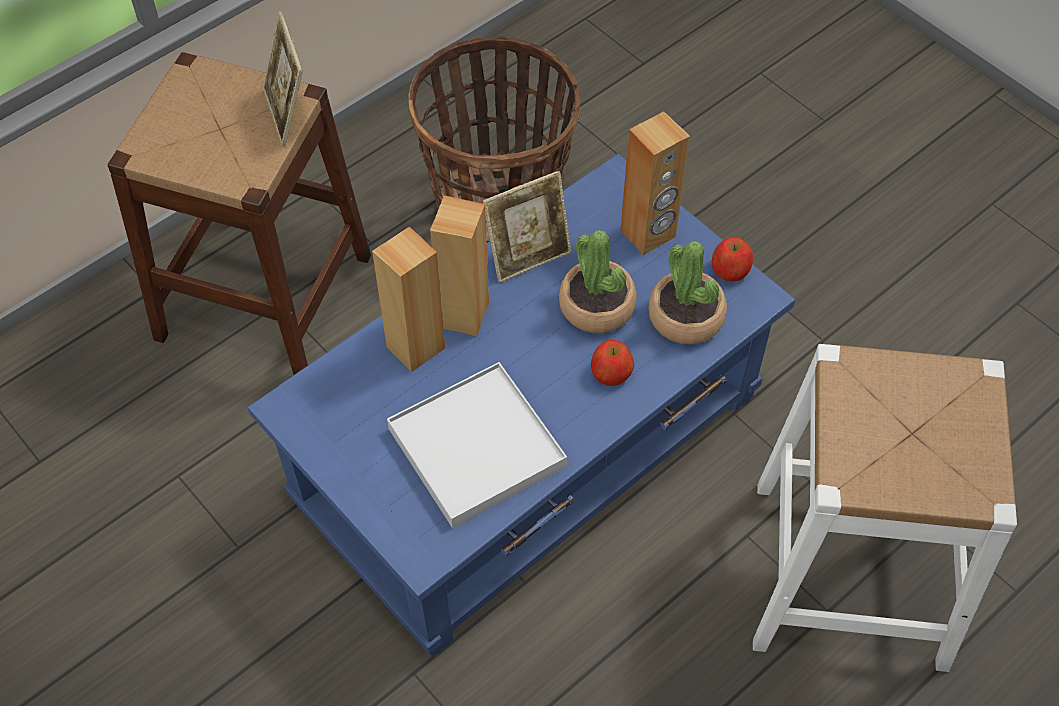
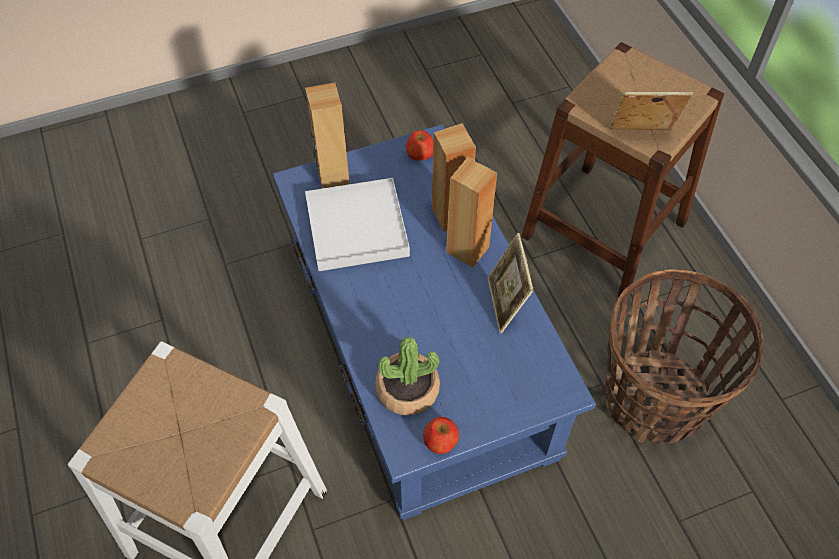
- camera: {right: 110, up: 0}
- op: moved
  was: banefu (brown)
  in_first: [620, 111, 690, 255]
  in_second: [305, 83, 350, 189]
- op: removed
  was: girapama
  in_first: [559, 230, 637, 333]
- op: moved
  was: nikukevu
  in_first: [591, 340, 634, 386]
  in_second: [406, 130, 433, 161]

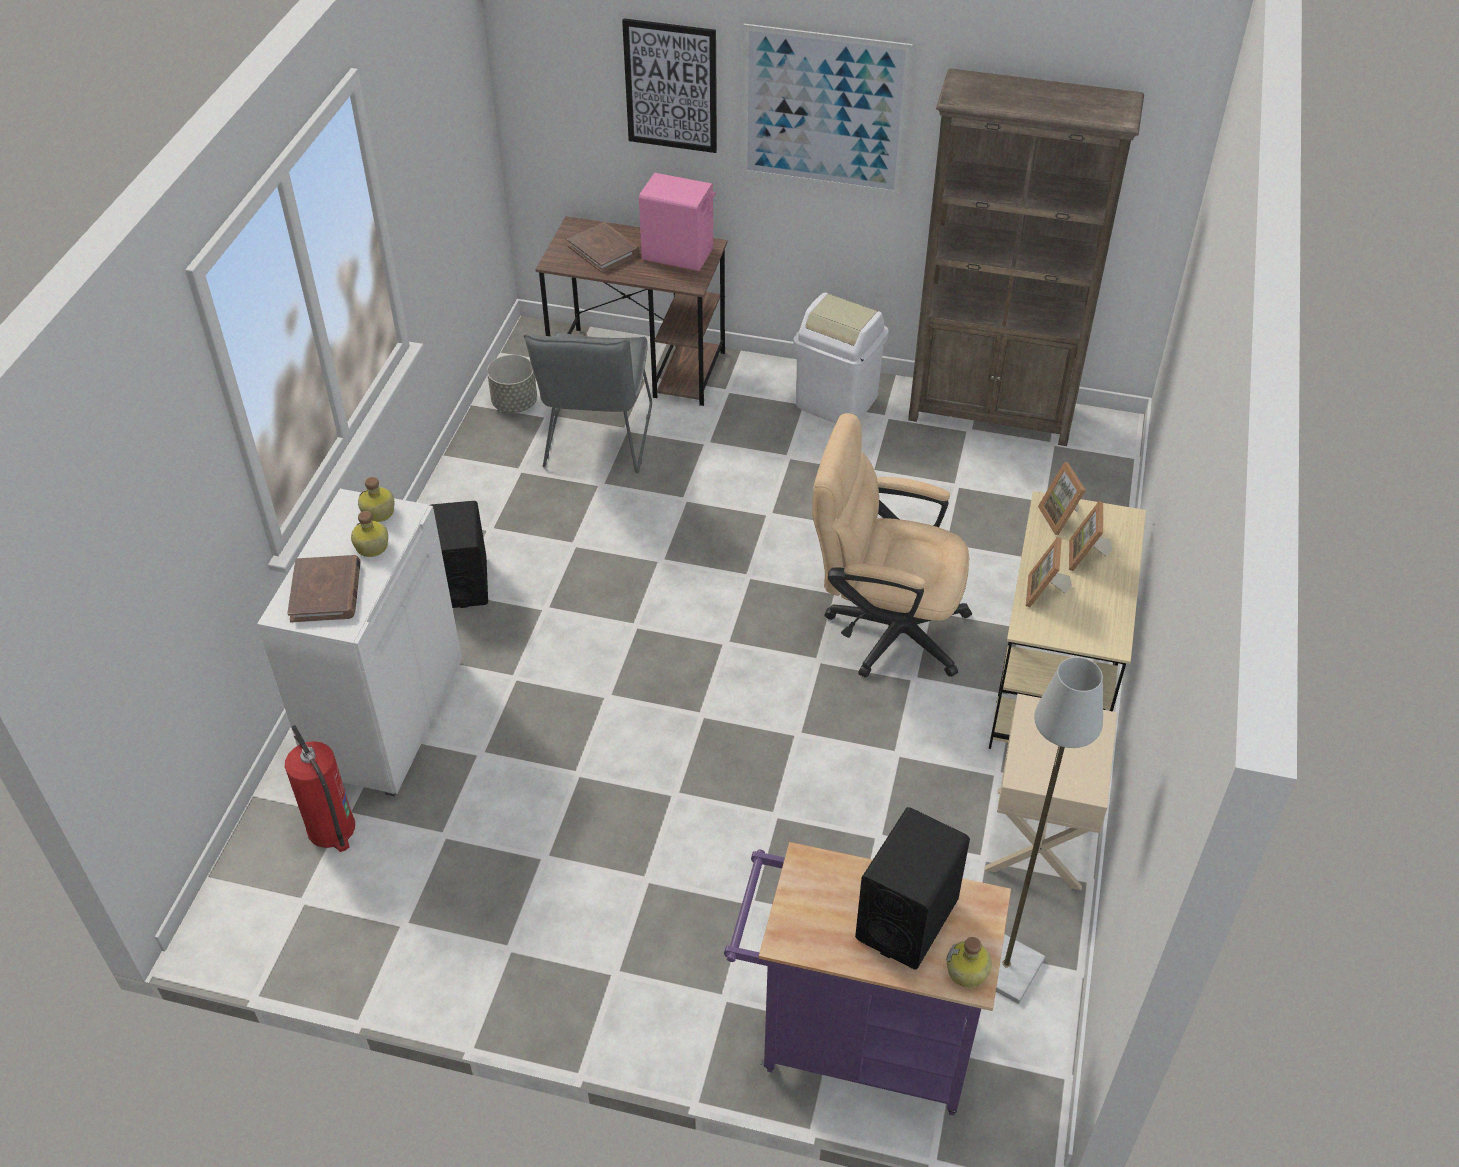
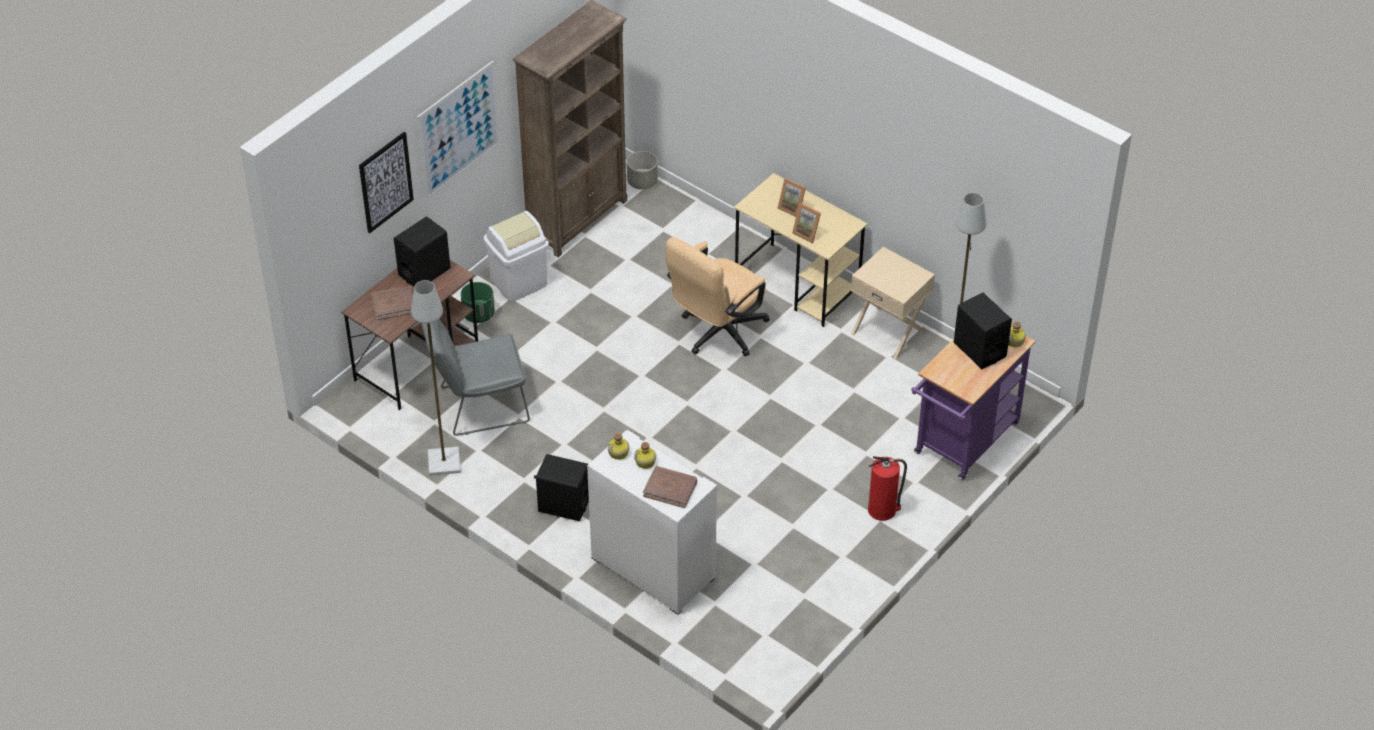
- camera: {right: -65, up: 0}
- op: recoloured
  was: banefu (pink)
  now: banefu (black)
  in_first: [639, 173, 716, 271]
  in_second: [394, 216, 451, 287]
- op: turned
  was: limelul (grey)
  in_first: [524, 332, 652, 473]
  in_second: [421, 319, 530, 436]
  clockwise: 135
- op: moved
  was: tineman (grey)
  in_first: [487, 355, 537, 413]
  in_second: [627, 151, 658, 190]
- op: removed
  was: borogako
  in_first: [1038, 462, 1086, 535]
- op: moved
  was: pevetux
  in_first: [285, 725, 355, 852]
  in_second: [868, 456, 907, 521]
- op: added
  now: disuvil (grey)
  in_second: [411, 280, 461, 476]
- op: added
  now: tineman (green)
  in_second: [461, 282, 495, 323]

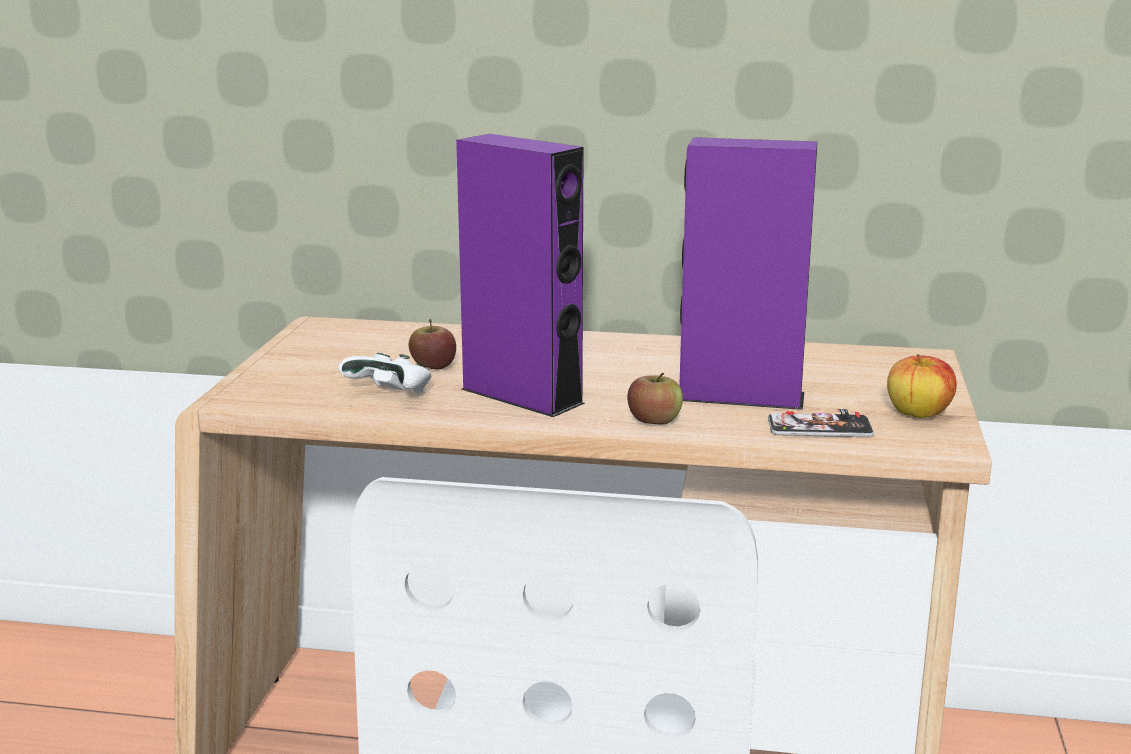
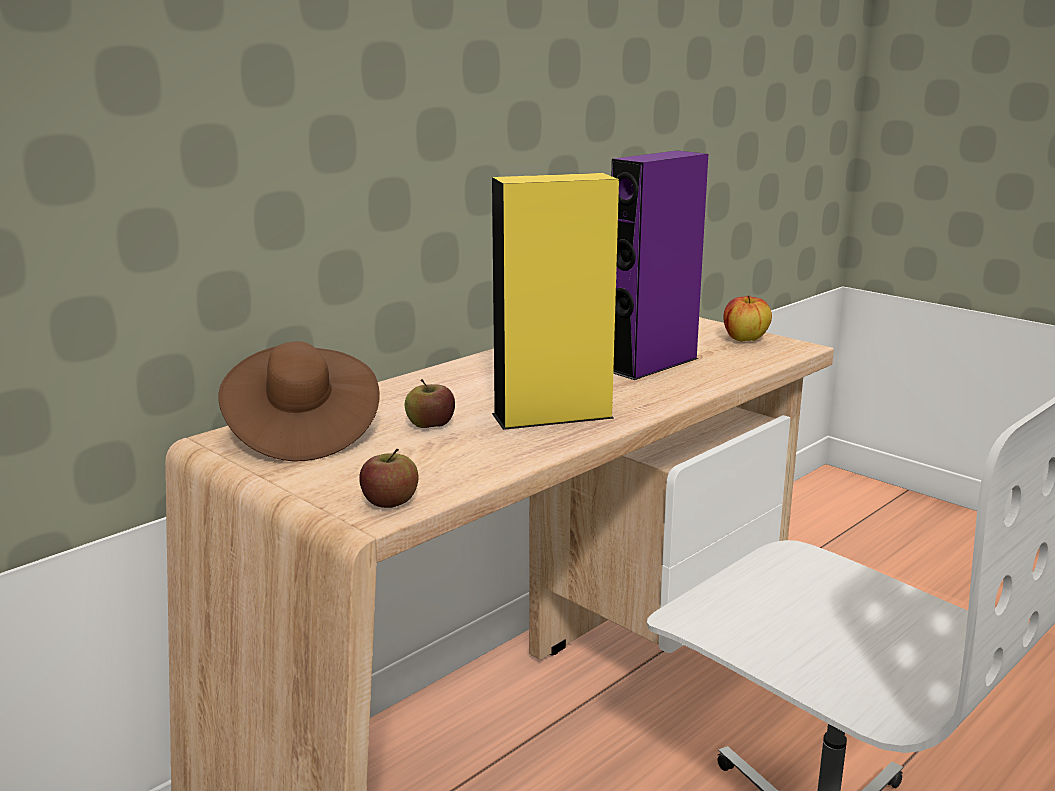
- camera: {right: -55, up: 0}
- op: recoloured
  was: banefu (purple)
  now: banefu (yellow)
  in_first: [456, 134, 585, 417]
  in_second: [492, 173, 619, 430]
- op: removed
  was: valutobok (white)
  in_first: [338, 353, 432, 393]
- op: moved
  was: nikukevu
  in_first: [627, 373, 683, 424]
  in_second: [359, 449, 419, 508]
- op: removed
  was: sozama
  in_first: [768, 407, 874, 437]
- op: added
  now: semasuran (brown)
  in_second: [218, 341, 380, 462]

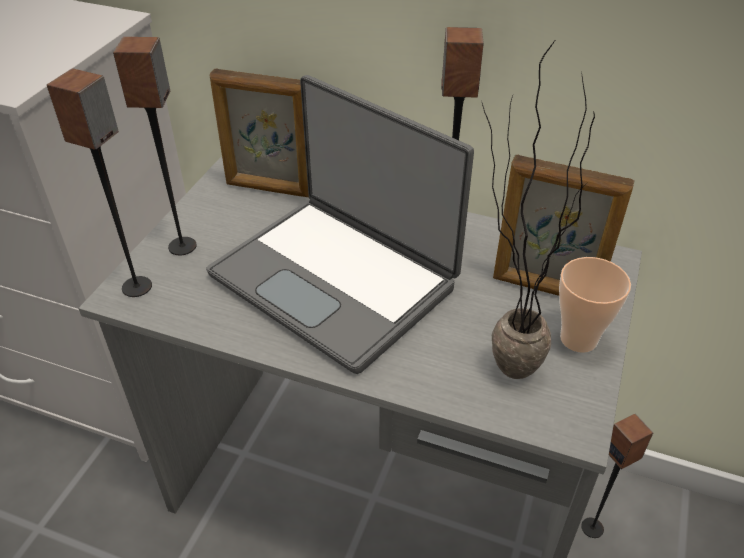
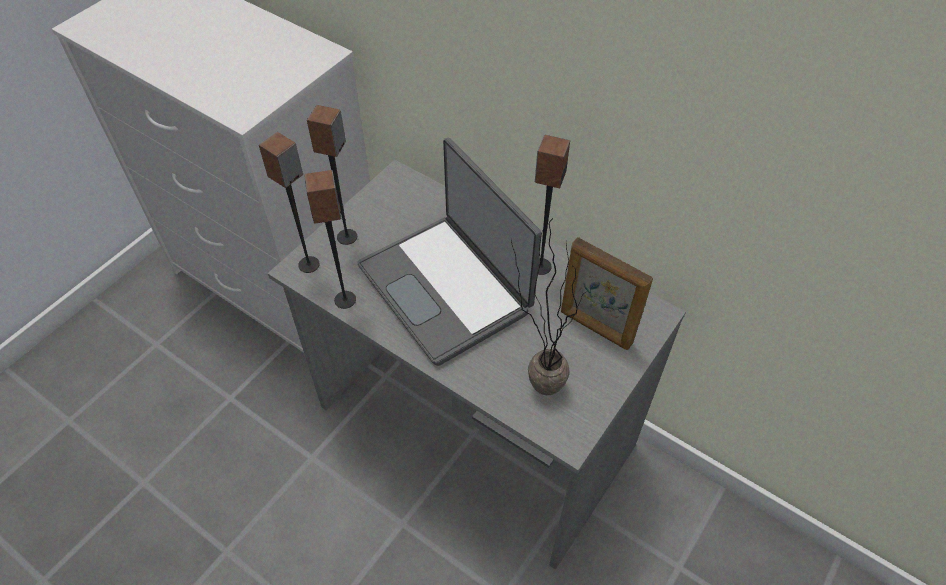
- camera: {right: 15, up: 10}
- op: removed
  was: borogako
  in_first: [209, 68, 309, 197]
- op: removed
  was: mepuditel
  in_first: [559, 257, 631, 353]
- op: moved
  was: banefu
  in_first: [581, 414, 654, 538]
  in_second: [304, 170, 356, 309]

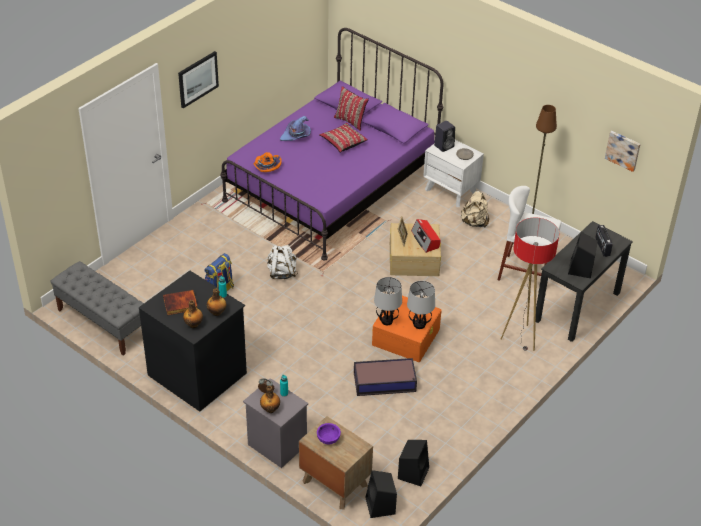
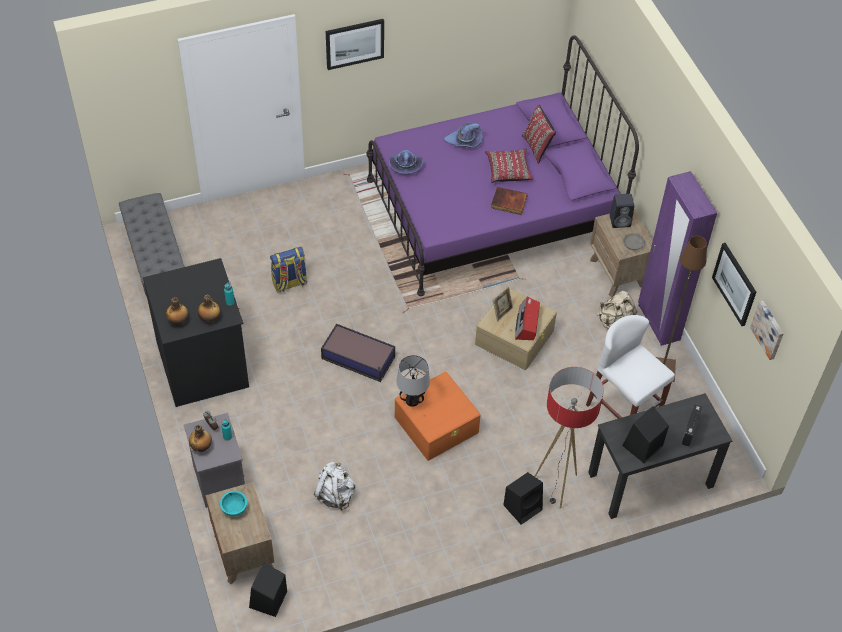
- camera: {right: 30, up: 10}
- op: recoloured
  was: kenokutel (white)
  now: kenokutel (brown)
  in_first: [423, 140, 484, 207]
  in_second: [590, 209, 653, 297]
- op: recoloured
  was: semasuran (orange)
  now: semasuran (purple)
  in_first: [253, 152, 281, 172]
  in_second: [389, 150, 423, 175]
- op: moved
  was: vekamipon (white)
  in_first: [267, 245, 298, 279]
  in_second: [314, 462, 355, 511]
- op: removed
  was: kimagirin
  in_first: [407, 281, 435, 329]
- op: moved
  was: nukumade
  in_first: [163, 290, 198, 315]
  in_second: [491, 187, 528, 215]
- op: moved
  was: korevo
  in_first: [354, 358, 417, 396]
  in_second: [321, 324, 395, 382]
- op: recoloured
  was: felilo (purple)
  now: felilo (turquoise)
  in_first: [317, 423, 341, 444]
  in_second: [220, 491, 247, 516]
- op: moved
  was: banefu (black)
  in_first: [398, 440, 429, 486]
  in_second: [504, 472, 543, 525]
- op: added
  now: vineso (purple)
  in_second: [638, 171, 717, 346]
- op: added
  now: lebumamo
  in_second: [712, 243, 756, 326]

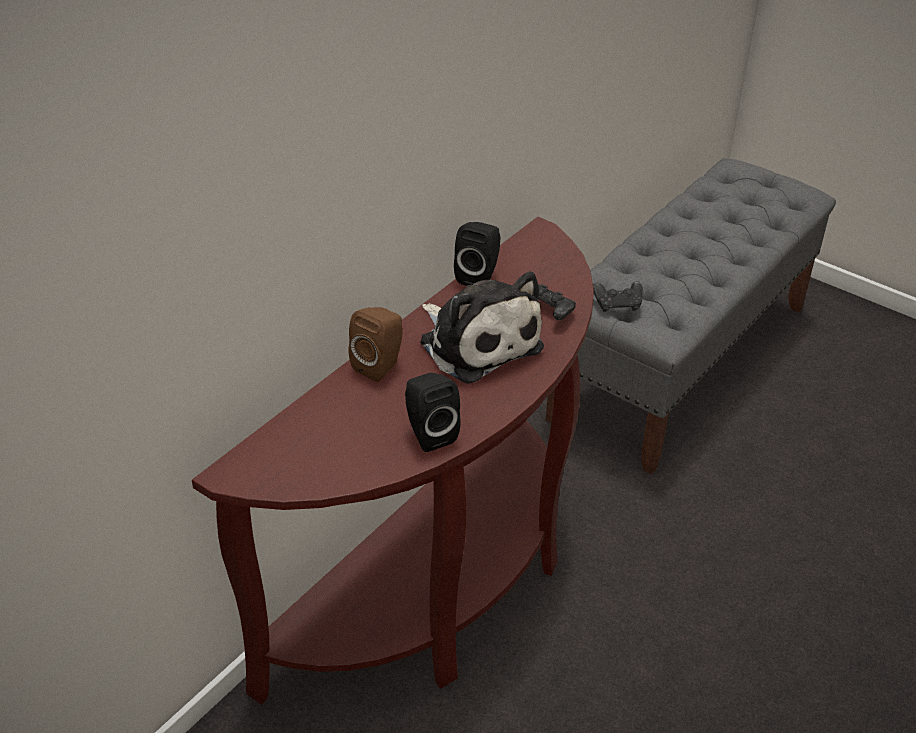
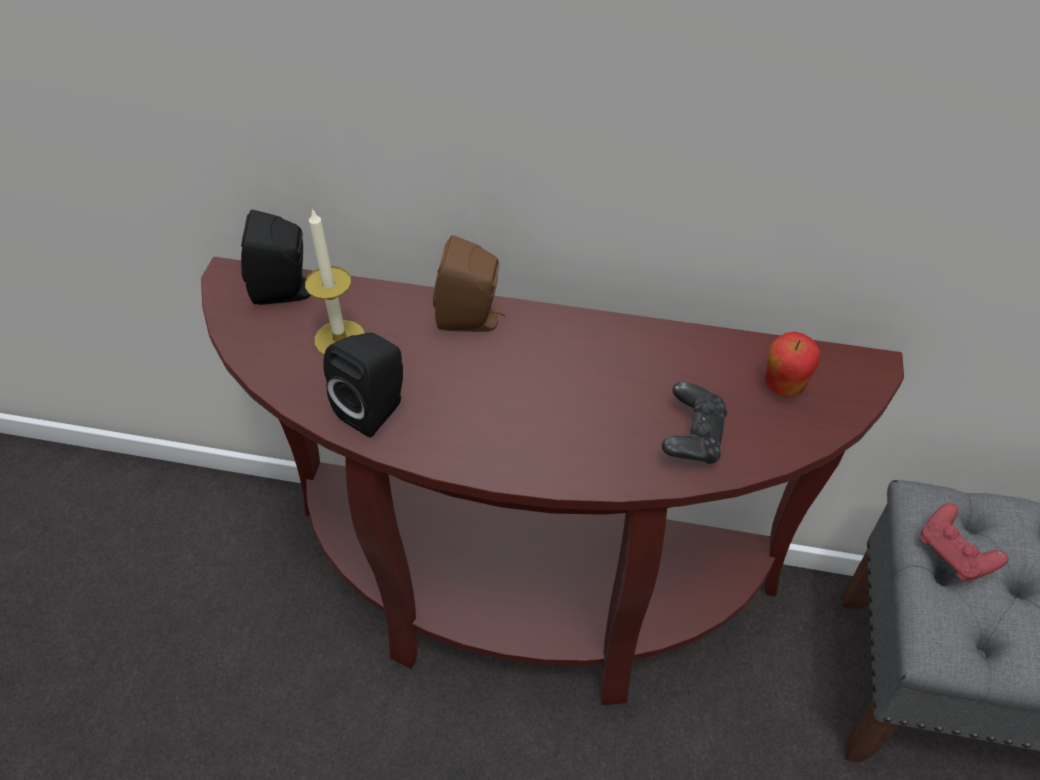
- camera: {right: 65, up: 10}
- op: moved
  was: banefu (black)
  in_first: [454, 222, 500, 286]
  in_second: [241, 210, 310, 305]
- op: removed
  was: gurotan
  in_first: [420, 271, 544, 384]
- op: recoloured
  was: valutobok (black)
  now: valutobok (red)
  in_first: [593, 281, 643, 312]
  in_second: [920, 503, 1008, 581]
- op: added
  now: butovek
  in_second: [305, 208, 365, 355]
- op: added
  now: nikukevu
  in_second: [765, 332, 820, 397]

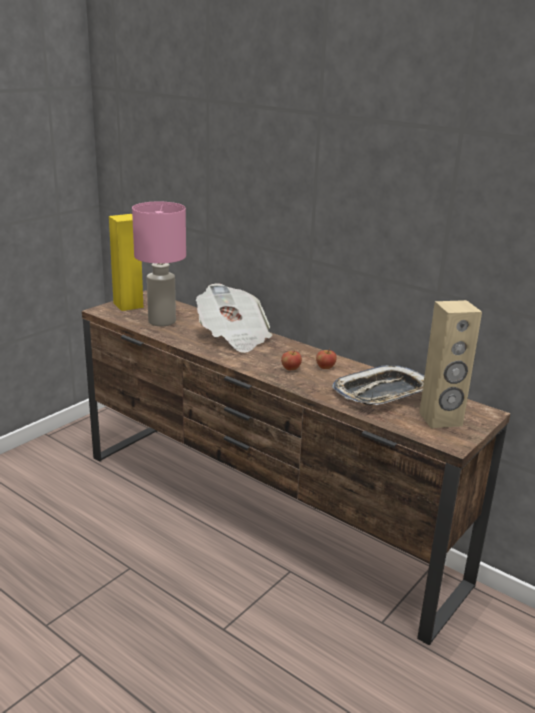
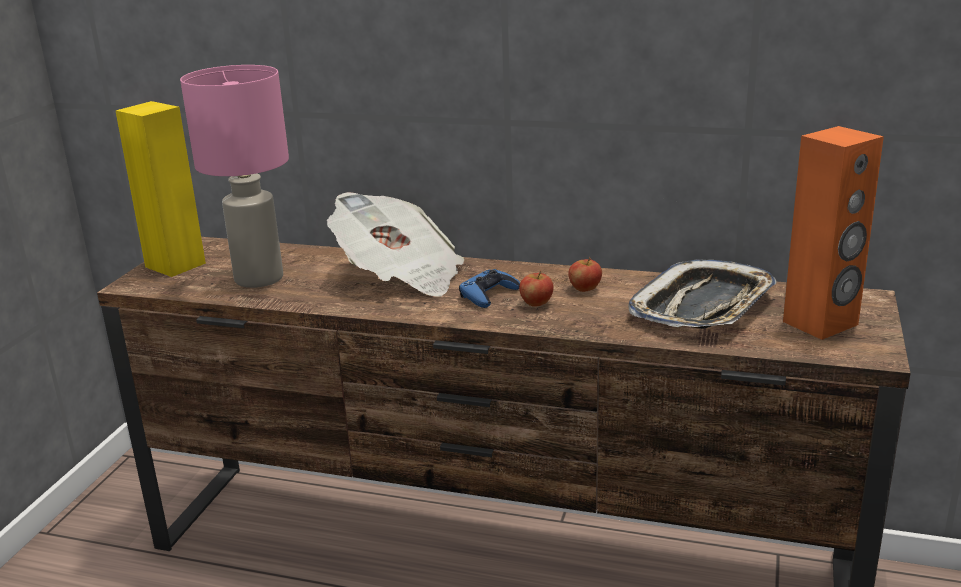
- camera: {right: -20, up: 0}
- op: recoloured
  was: banefu (beige)
  now: banefu (orange)
  in_first: [419, 300, 482, 428]
  in_second: [783, 126, 884, 340]
- op: added
  now: valutobok (blue)
  in_second: [459, 269, 520, 308]

